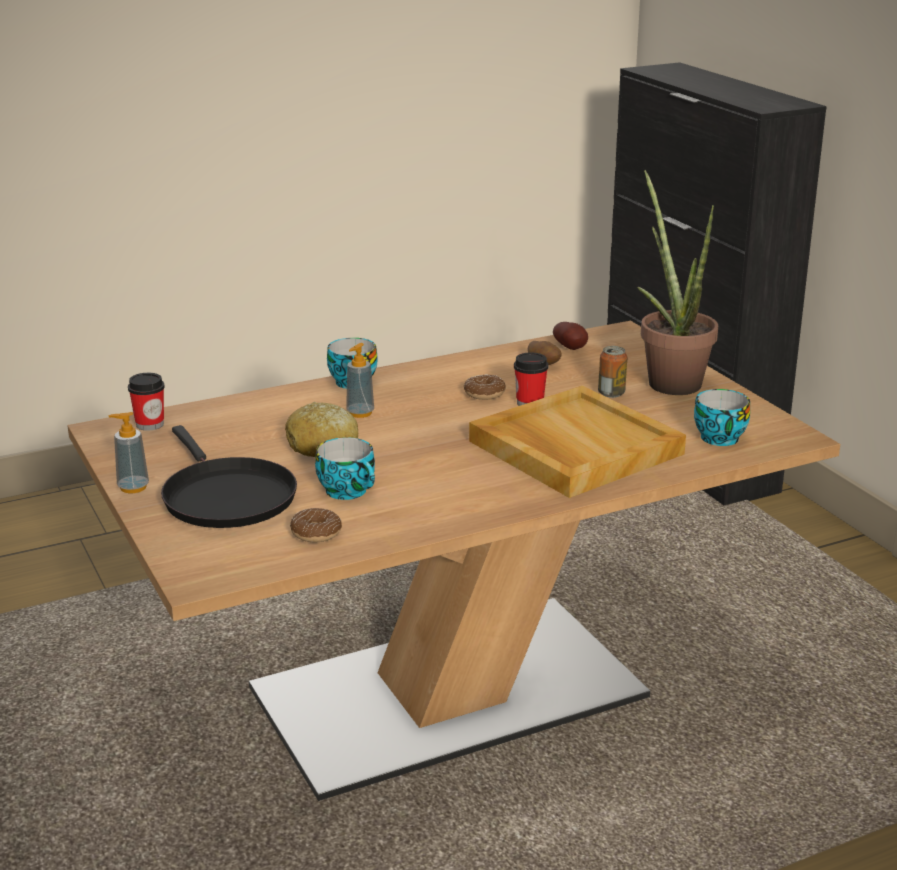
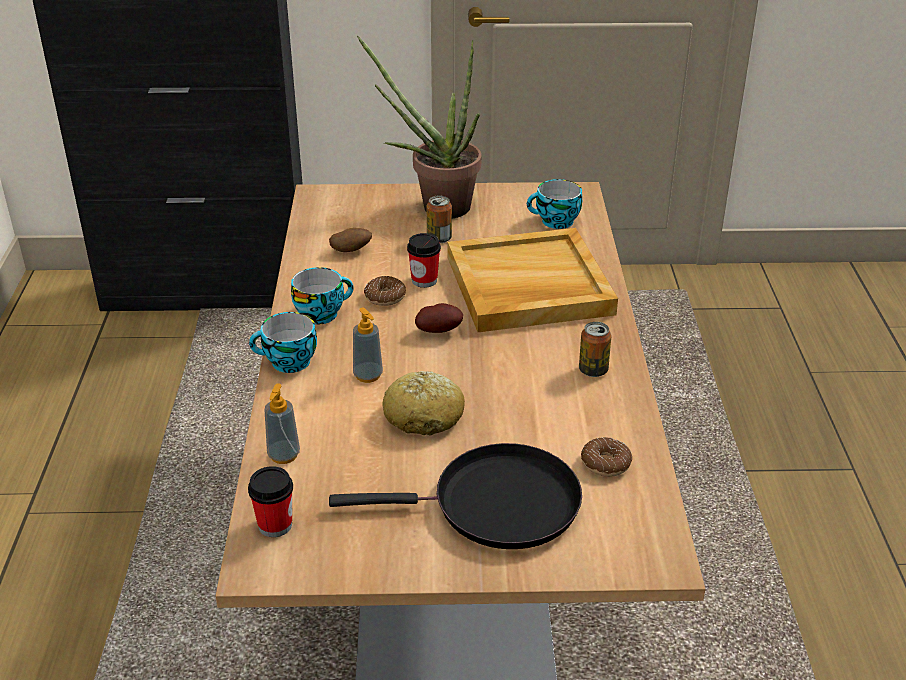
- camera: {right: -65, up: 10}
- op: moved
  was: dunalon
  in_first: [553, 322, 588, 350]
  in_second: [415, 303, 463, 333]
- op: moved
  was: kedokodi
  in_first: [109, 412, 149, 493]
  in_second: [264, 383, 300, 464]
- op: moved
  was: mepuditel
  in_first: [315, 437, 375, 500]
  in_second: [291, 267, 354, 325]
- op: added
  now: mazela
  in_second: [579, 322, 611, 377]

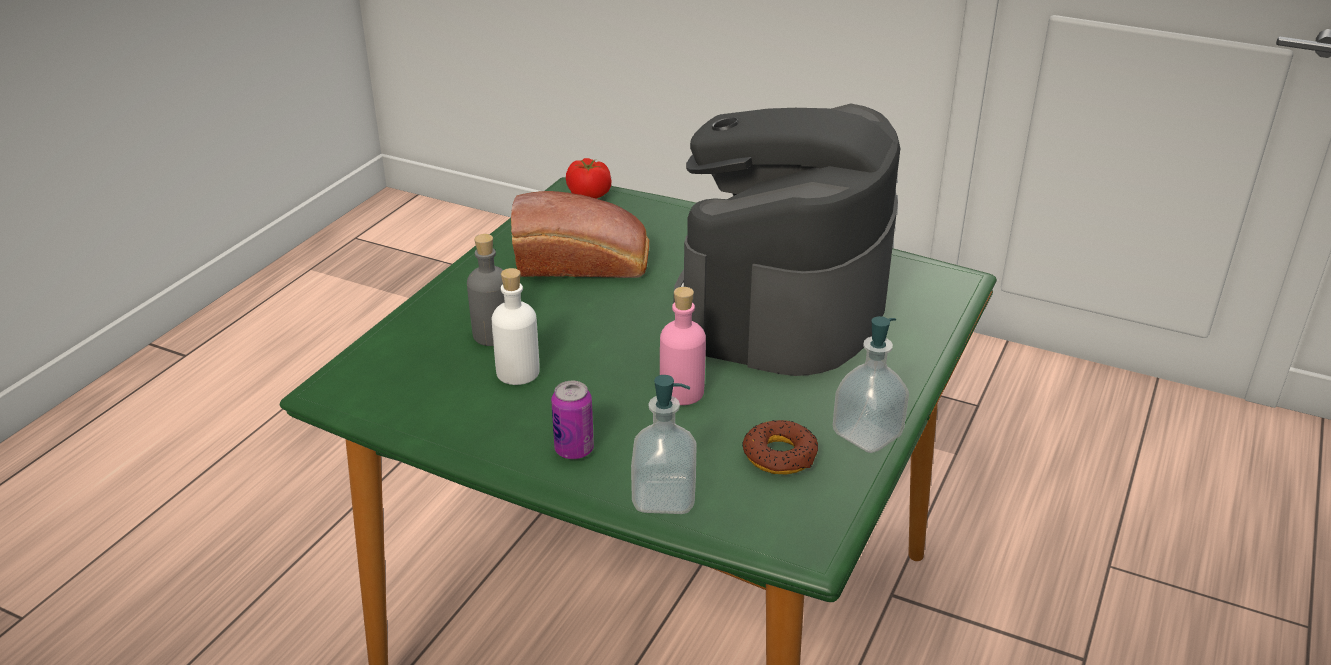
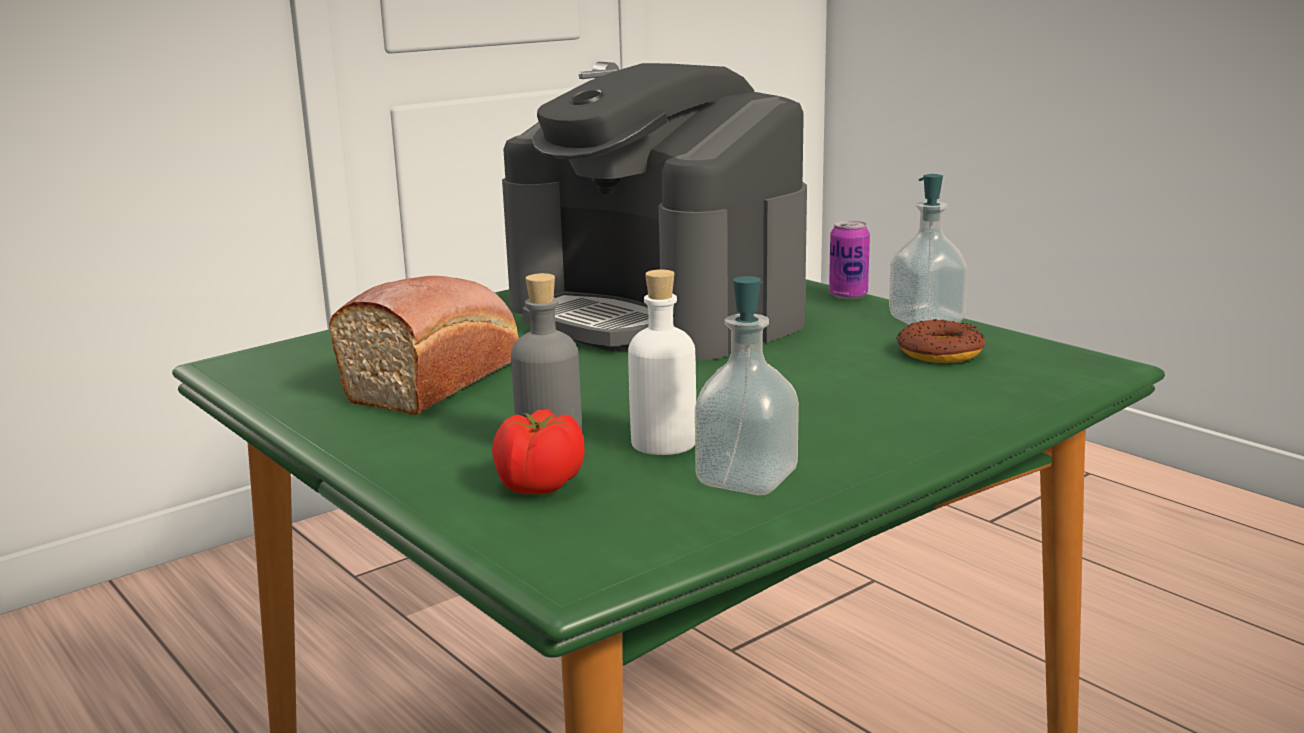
- camera: {right: -65, up: -15}
- op: moved
  was: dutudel
  in_first: [566, 158, 612, 199]
  in_second: [492, 409, 585, 494]
- op: removed
  was: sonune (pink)
  in_first: [660, 287, 706, 405]
- op: moved
  was: kedokodi
  in_first: [631, 375, 697, 514]
  in_second: [695, 276, 799, 495]
- op: moved
  was: mazela
  in_first: [551, 381, 594, 459]
  in_second: [829, 221, 870, 299]

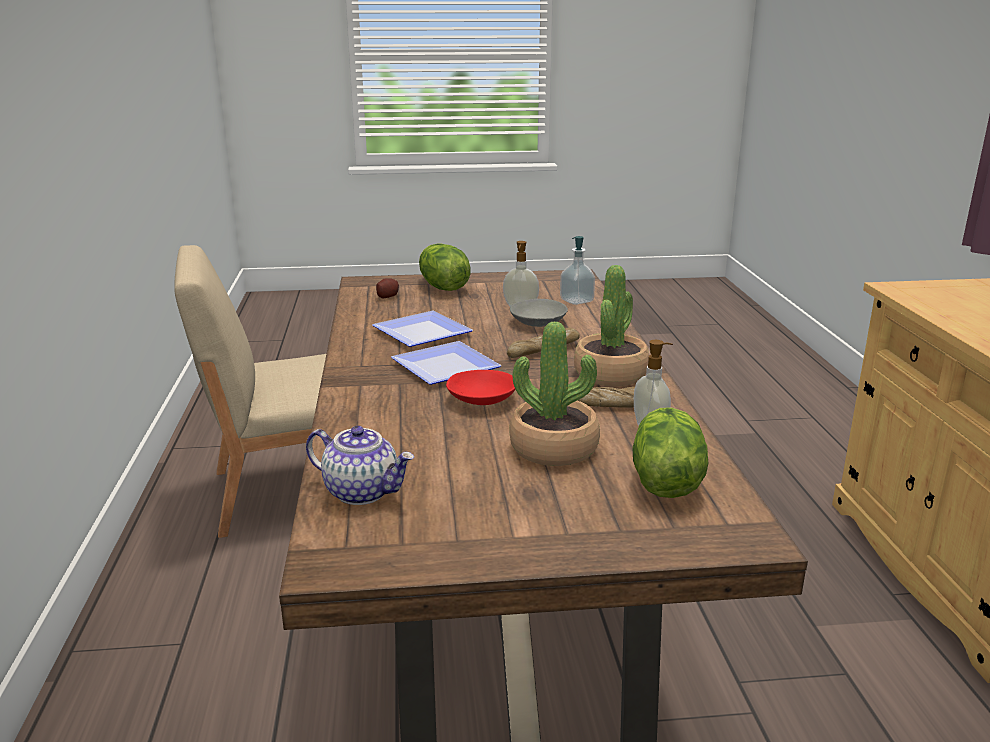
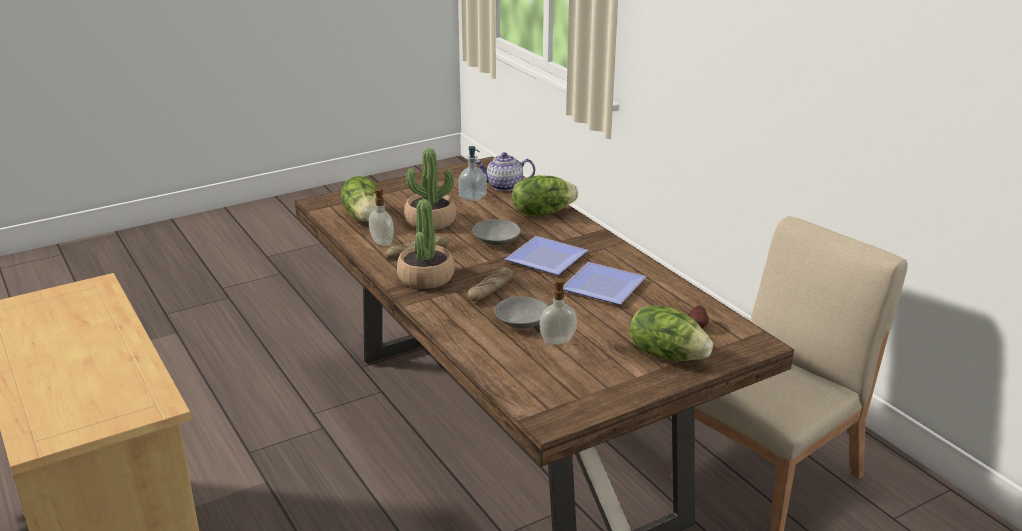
- camera: {right: 155, up: 5}
- op: moved
  was: kedokodi
  in_first: [560, 236, 595, 305]
  in_second: [459, 146, 487, 201]
- op: recoloured
  was: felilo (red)
  now: felilo (grey)
  in_first: [446, 370, 516, 405]
  in_second: [473, 219, 521, 245]
- op: added
  now: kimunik
  in_second: [512, 175, 578, 216]

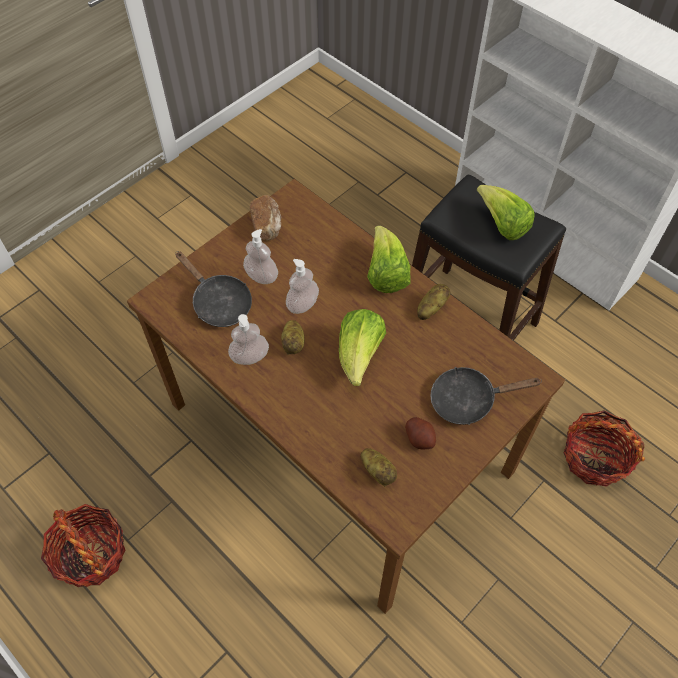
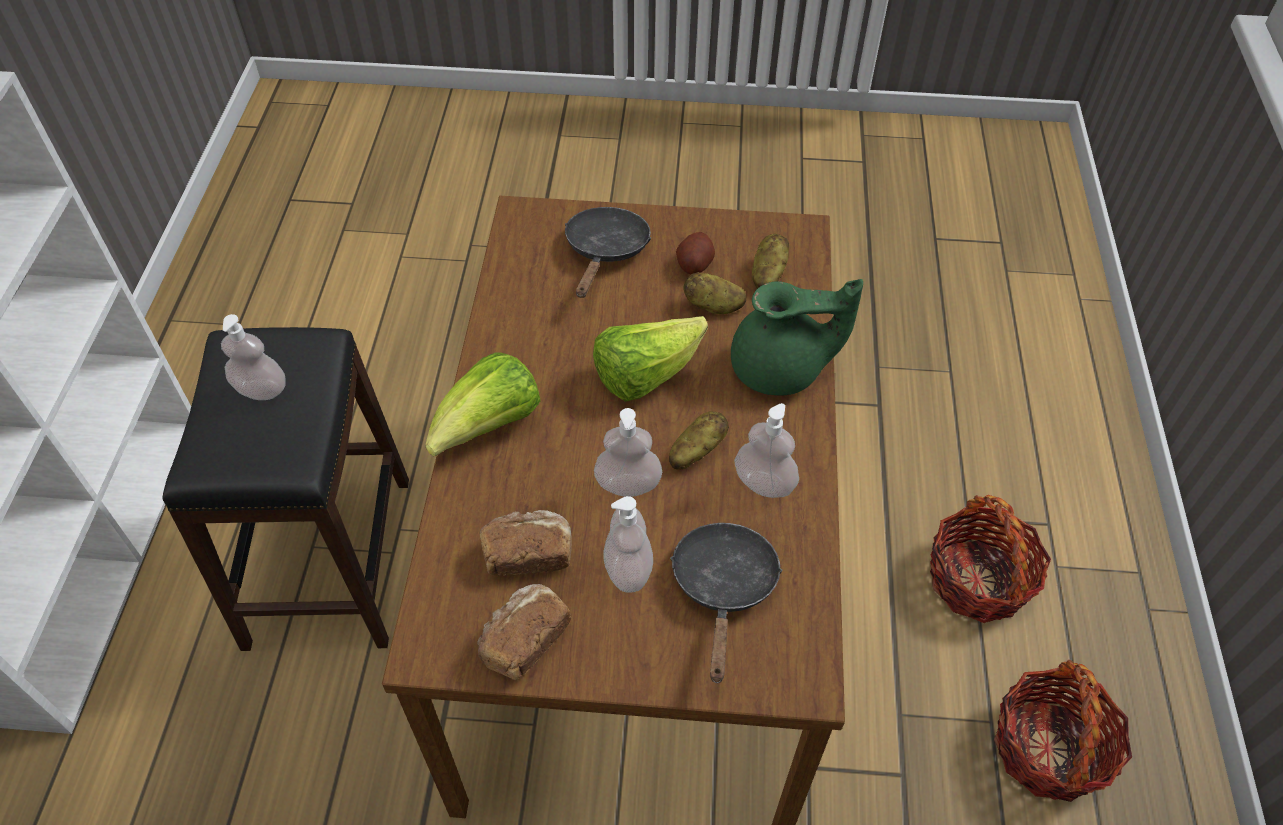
- camera: {right: -130, up: -5}
- op: replaced
  was: kimunik
  now: kedokodi
  in_first: [477, 185, 535, 240]
  in_second: [221, 314, 286, 400]
- op: moved
  was: dunalon
  in_first: [417, 284, 451, 320]
  in_second: [684, 272, 746, 314]
- op: turned
  was: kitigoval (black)
  in_first: [430, 367, 541, 425]
  in_second: [565, 207, 651, 298]
  clockwise: -120
- op: moved
  was: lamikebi
  in_first: [564, 410, 645, 487]
  in_second: [930, 495, 1051, 623]
- op: added
  now: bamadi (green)
  in_second: [731, 279, 863, 395]
- op: added
  now: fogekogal
  in_second: [480, 510, 572, 576]

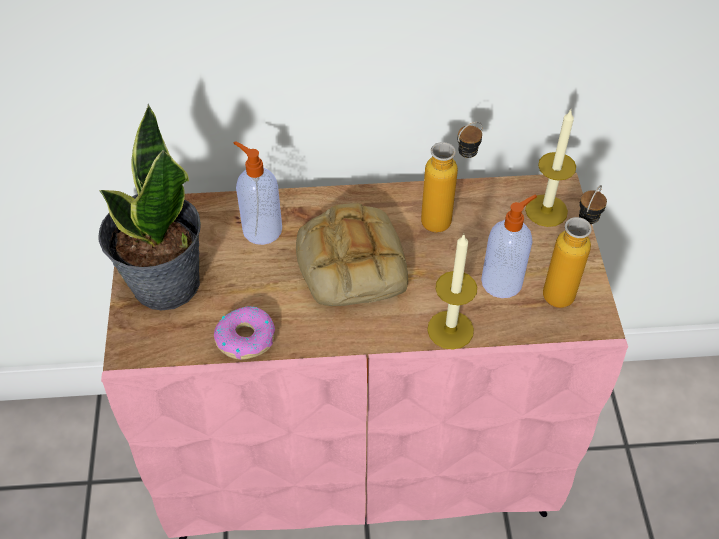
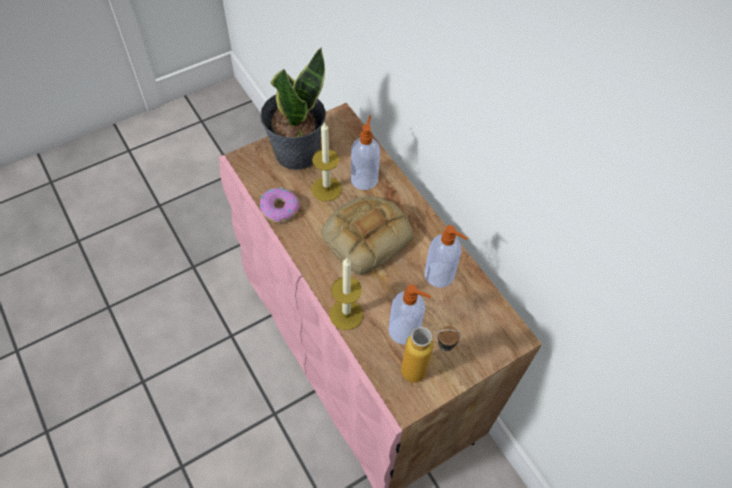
- camera: {right: 60, up: 5}
- op: moved
  was: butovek
  in_first: [525, 110, 576, 227]
  in_second: [312, 121, 342, 201]
- op: replaced
  was: sonune
  now: kedokodi
  in_first: [421, 122, 483, 232]
  in_second: [425, 225, 468, 287]

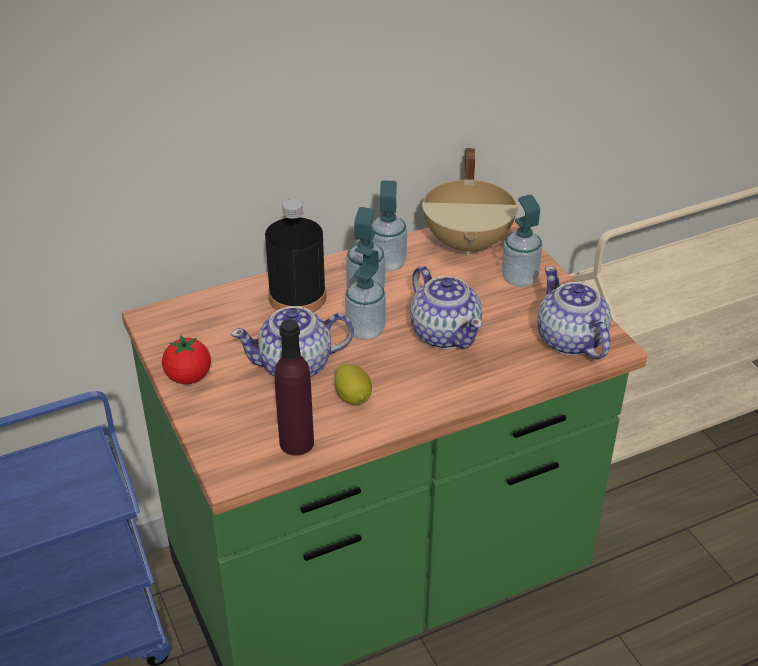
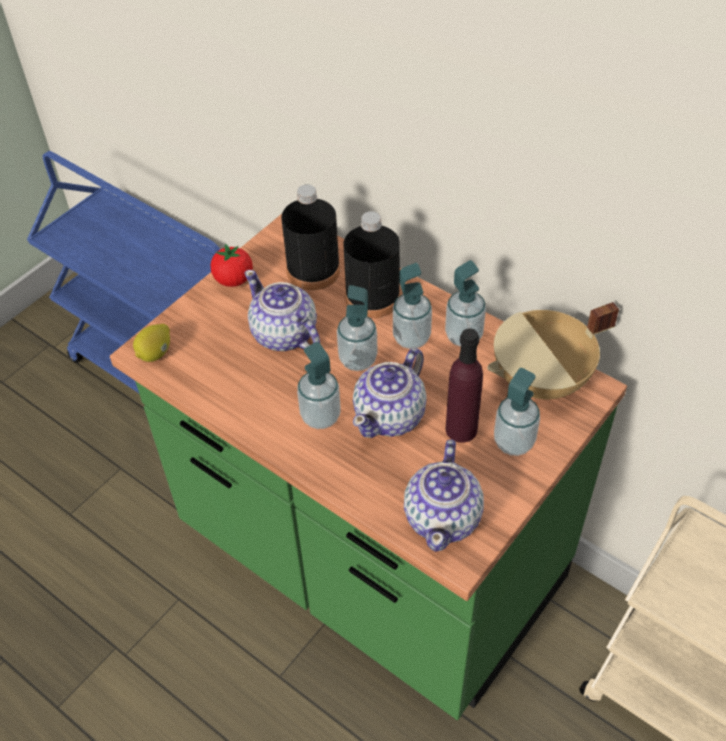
- camera: {right: 65, up: 10}
- op: turned
  was: bamadi
  in_first: [537, 266, 611, 359]
  in_second: [404, 439, 484, 552]
  clockwise: 150
- op: moved
  was: sonune (purple)
  in_first: [275, 319, 314, 455]
  in_second: [446, 328, 483, 443]
- op: moved
  was: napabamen
  in_first: [335, 364, 372, 405]
  in_second: [133, 324, 170, 362]
- op: added
  now: sonune (black)
  in_second: [281, 184, 340, 290]
- op: added
  now: kedokodi
  in_second: [297, 342, 341, 429]

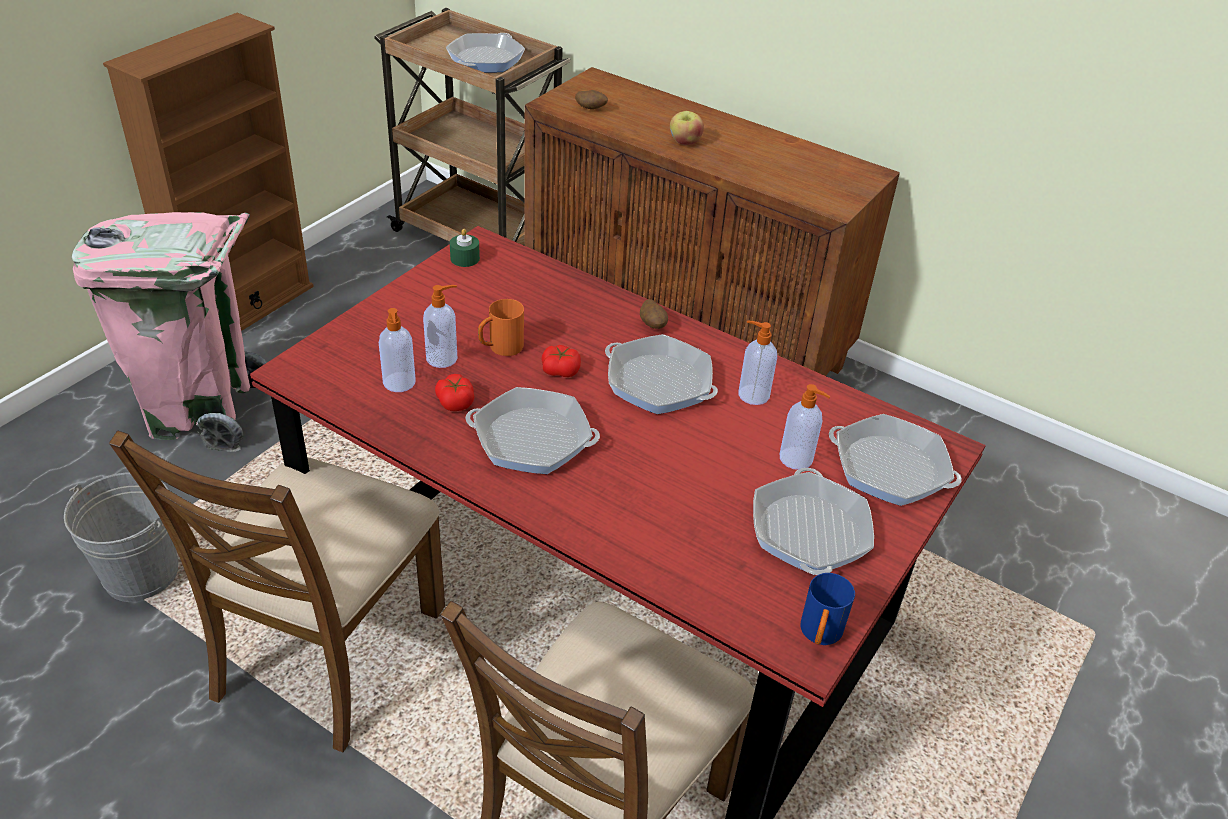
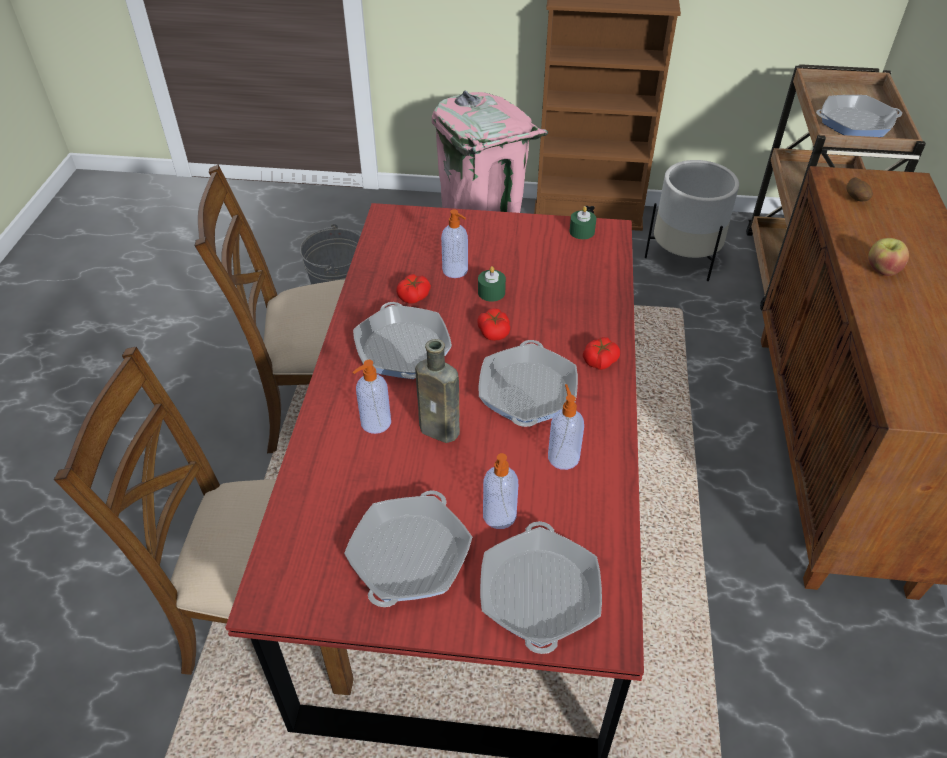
- camera: {right: 65, up: 5}
- op: replaced
  was: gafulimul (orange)
  now: butovek (green)
  in_first: [478, 299, 524, 356]
  in_second: [478, 266, 506, 302]
- op: replaced
  was: dunalon
  now: dutudel
  in_first: [640, 299, 668, 329]
  in_second: [583, 337, 620, 370]
- op: moved
  was: kedokodi
  in_first: [379, 308, 416, 392]
  in_second: [353, 360, 391, 434]
- op: turned
  was: kitigoval
  in_first: [753, 468, 874, 575]
  in_second: [344, 490, 472, 607]
  clockwise: -45
- op: removed
  was: gafulimul (blue)
  in_first: [800, 573, 855, 645]
- op: added
  now: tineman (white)
  in_second: [645, 160, 739, 281]
- op: added
  now: sonune (brown)
  in_second: [415, 339, 460, 443]

